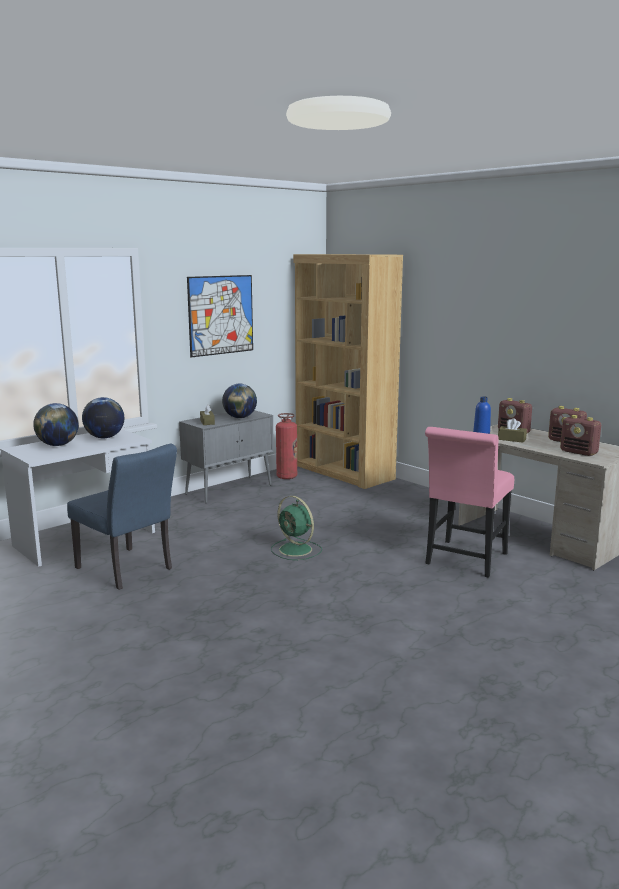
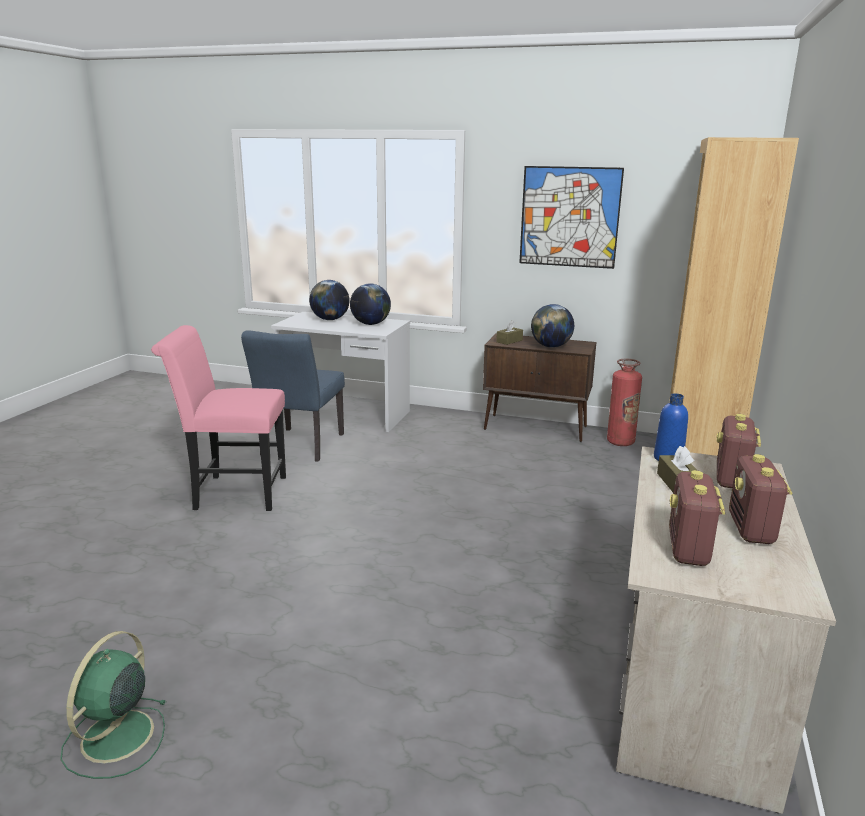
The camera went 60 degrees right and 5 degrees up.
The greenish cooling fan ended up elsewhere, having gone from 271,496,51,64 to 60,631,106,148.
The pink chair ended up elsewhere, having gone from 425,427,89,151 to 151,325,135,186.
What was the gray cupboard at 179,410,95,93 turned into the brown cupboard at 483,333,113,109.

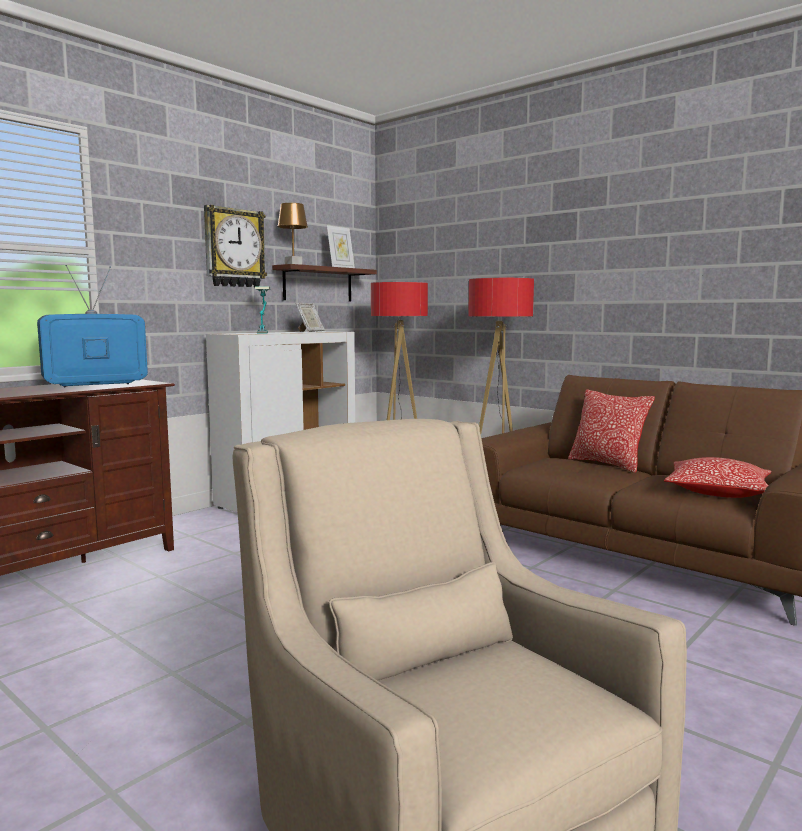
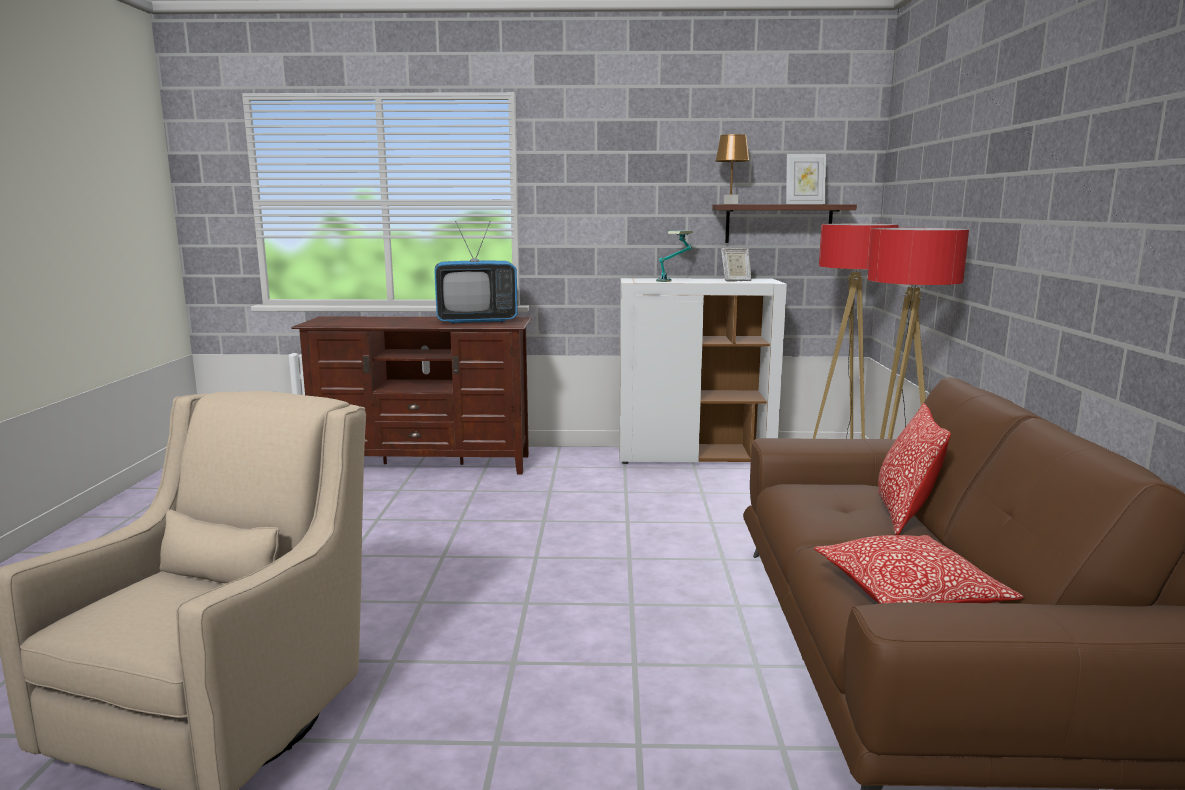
The camera went 50 degrees right and 5 degrees up.
The second view lost the wall clock at 204,205,63,82.
The TV at 37,265,111,122 ended up facing another way, 150 degrees clockwise from before.

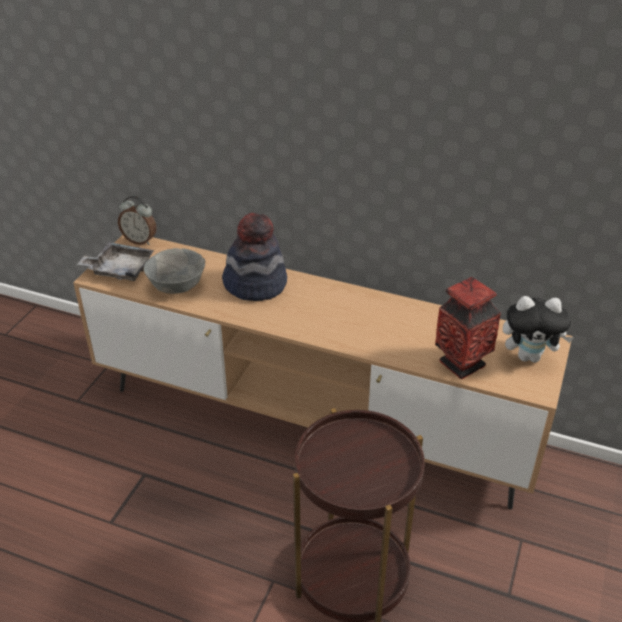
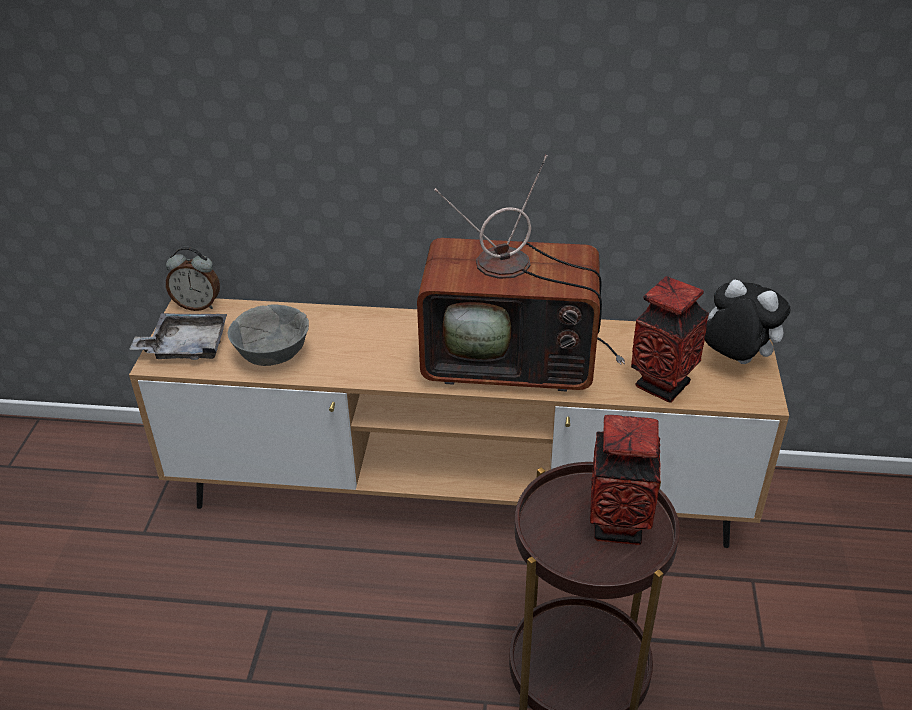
The camera went 15 degrees left and 0 degrees up.
The second view lost the hat at 222,213,65,88.
The second view gained the TV at 417,155,208,236.
The second view gained the decorative vase at 590,415,71,130.
The cuddly toy at 503,296,71,67 ended up facing another way, 135 degrees counterclockwise from before.

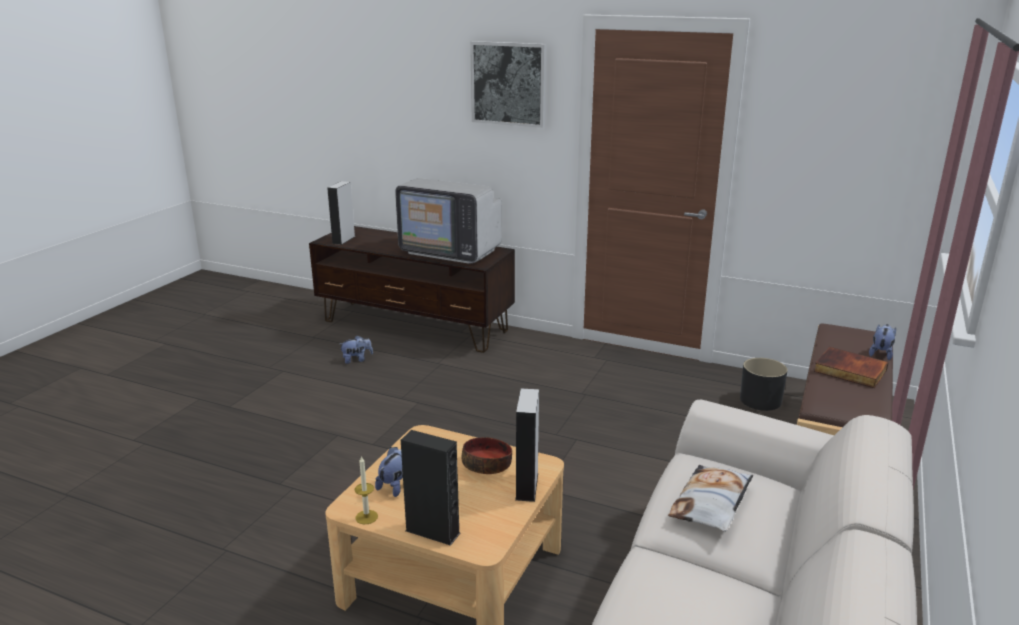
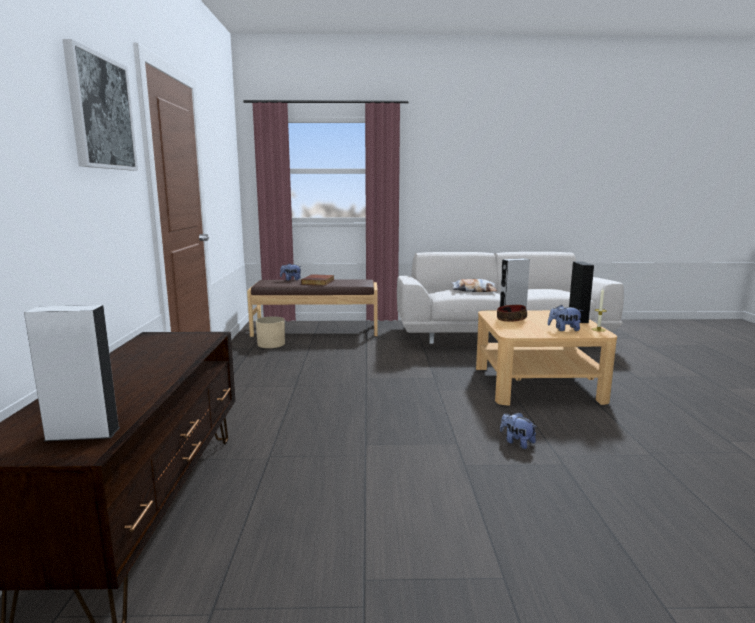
The camera went 115 degrees left and 10 degrees down.
The second view lost the TV at 395,178,107,86.
The cuddly toy ended up elsewhere, having gone from 340,336,33,28 to 500,412,37,37.
What was the black planter at 740,358,48,53 turned into the beige planter at 256,316,29,32.

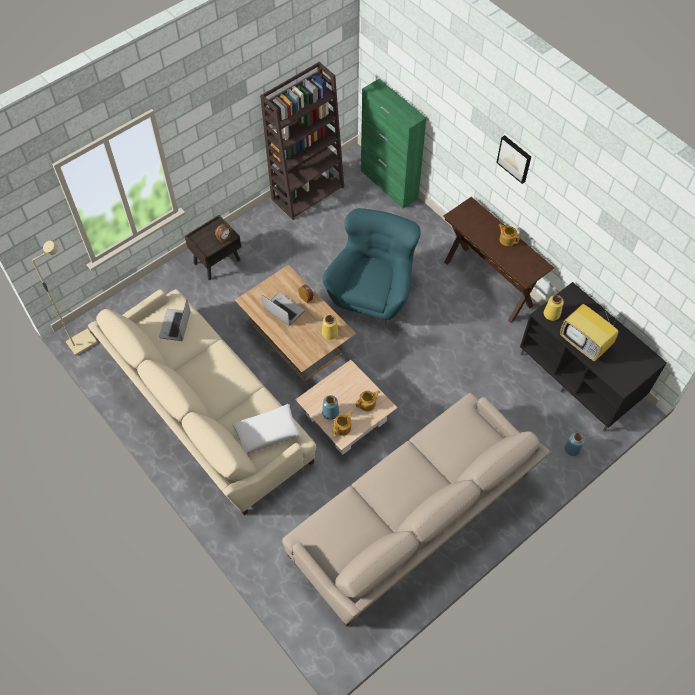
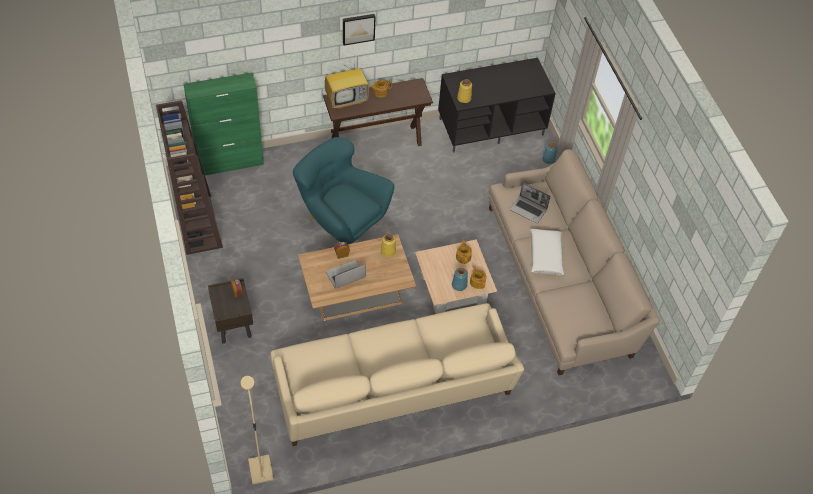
The camera went 70 degrees left and 5 degrees down.
The laptop ended up elsewhere, having gone from 159,300,32,41 to 510,182,41,41.
The whitish cushion ended up elsewhere, having gone from 232,404,69,50 to 530,229,34,46.
The TV ended up elsewhere, having gone from 560,304,60,57 to 325,62,44,47.

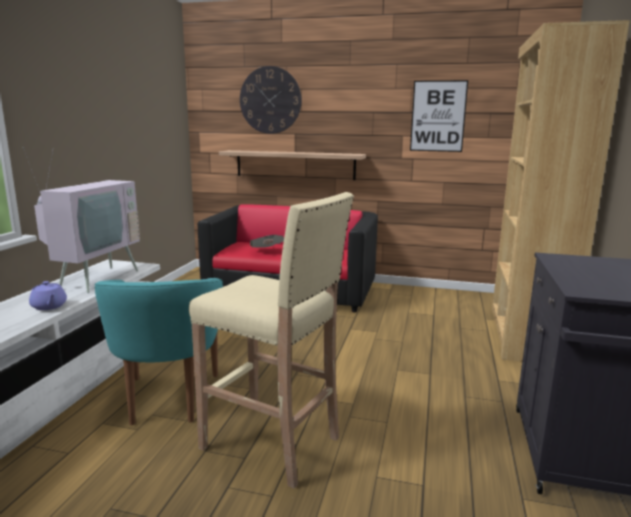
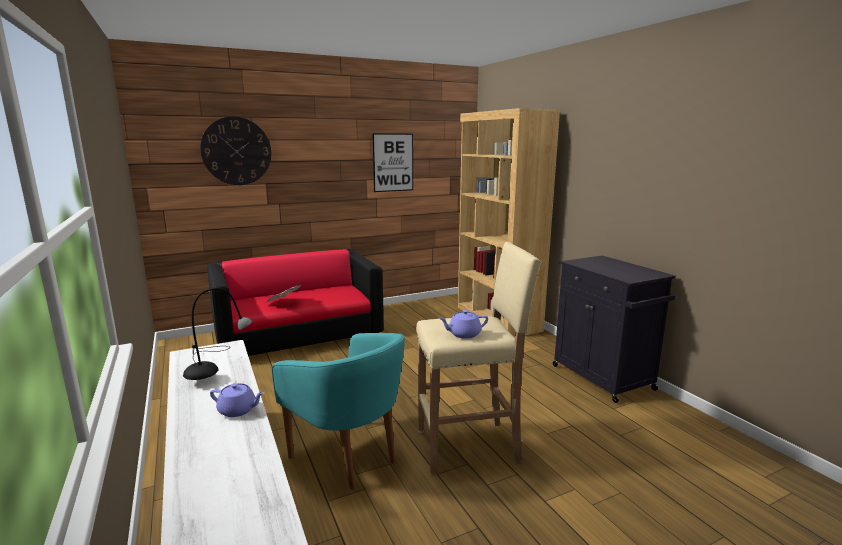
The camera went 40 degrees left and 0 degrees up.
The second view lost the wall shelf at 219,150,147,30.
The second view gained the purple pot for tea at 439,310,49,29.
Where the TV stood at 23,147,117,146, the black tabletop lamp came to stand at 183,288,69,92.

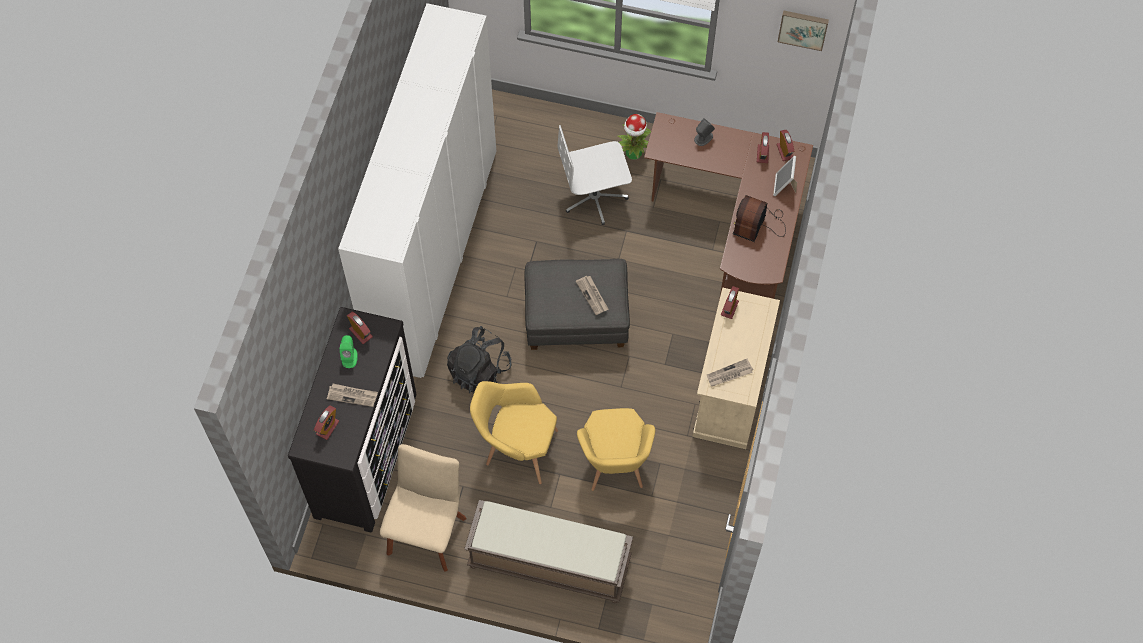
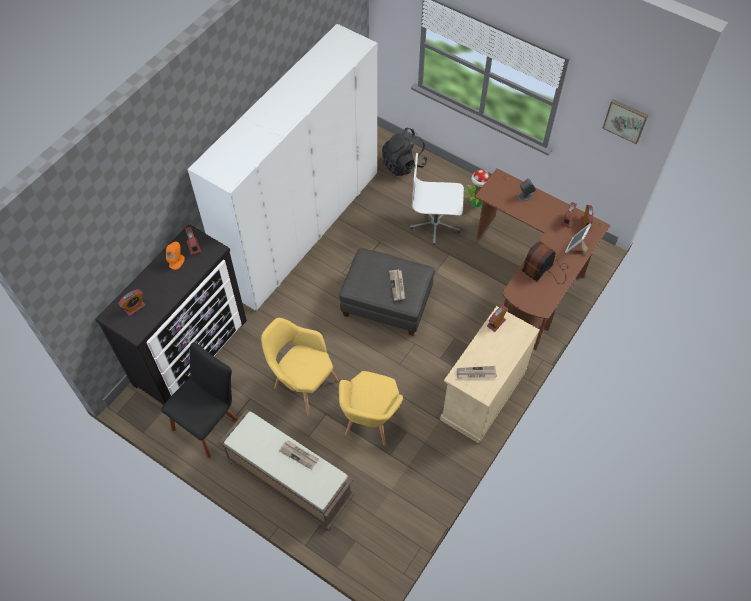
The camera went 20 degrees right and 5 degrees down.
The daily paper ended up elsewhere, having gone from 327,384,51,23 to 279,440,40,30.
The black backpack ended up elsewhere, having gone from 447,326,65,67 to 382,128,45,48.
What was the greenish speaker at 339,335,19,33 turned into the orange-coloured speaker at 166,242,19,28.
What was the beige chair at 380,444,87,127 turned into the black chair at 161,343,78,115.

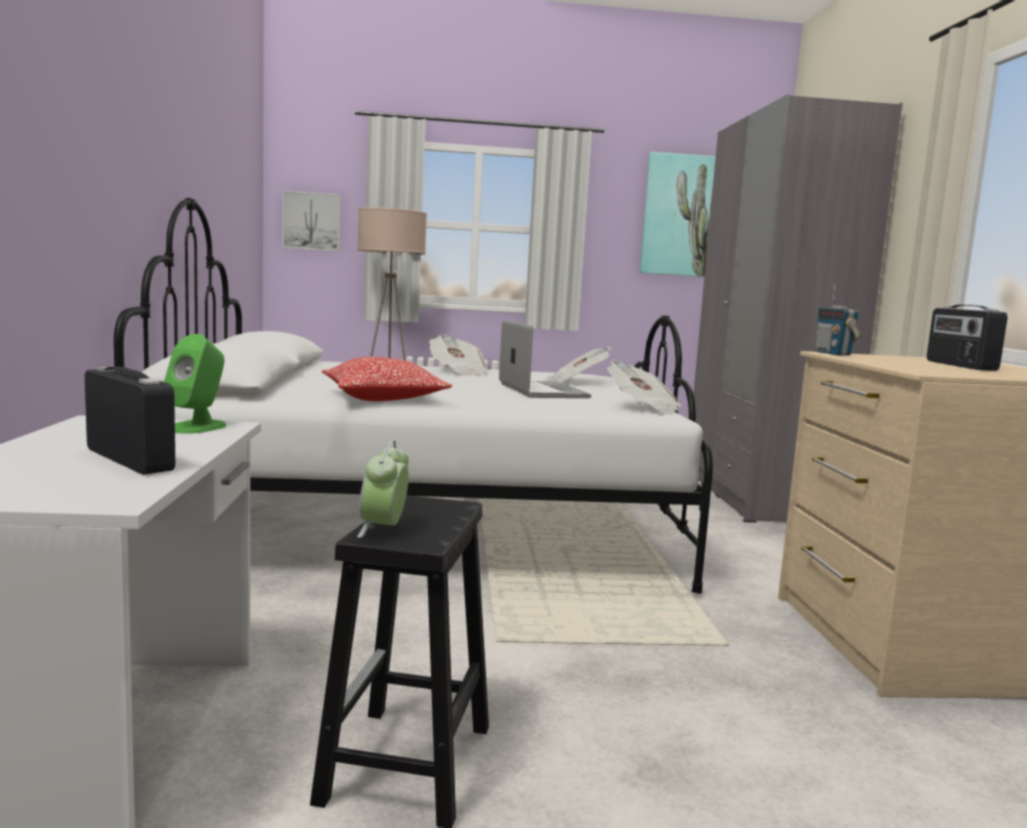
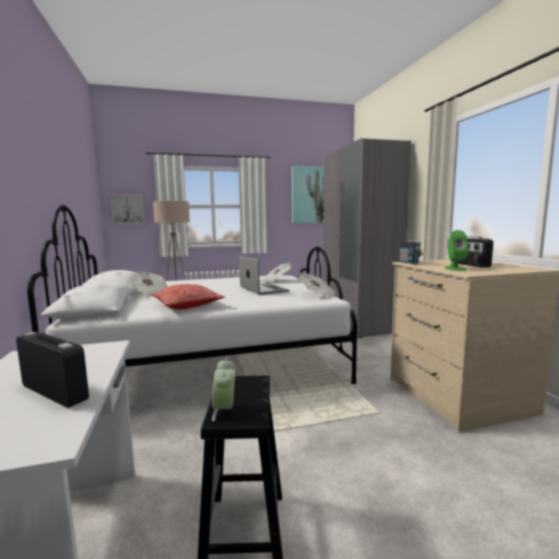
The camera went 10 degrees left and 0 degrees up.
The greenish speaker ended up elsewhere, having gone from 164,334,62,100 to 445,230,24,41.
The daily paper ended up elsewhere, having gone from 429,335,59,41 to 131,271,37,26.

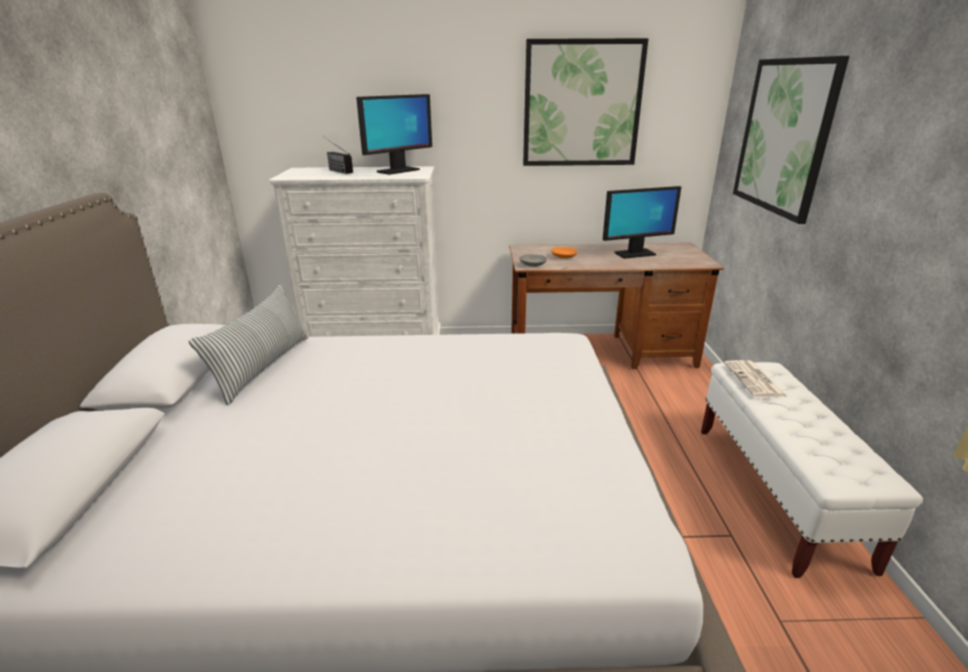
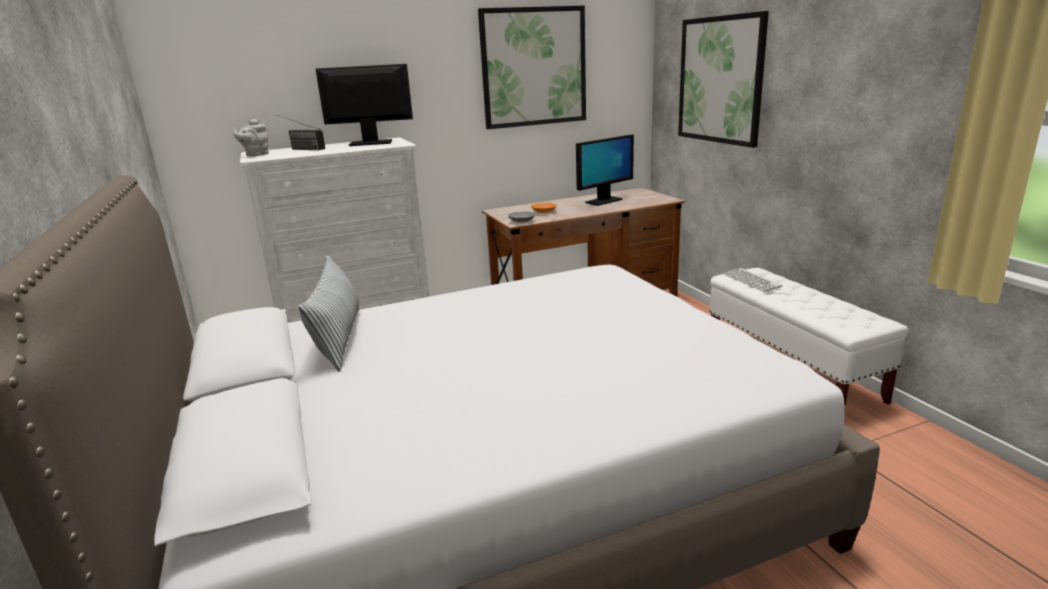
The camera went 20 degrees left and 5 degrees down.
The second view gained the gray pot for tea at 233,119,36,37.
Where the daily paper stood at 724,360,63,38, the PC keyboard came to stand at 724,268,58,24.
The computer display at 356,94,76,81 ended up facing another way, 120 degrees counterclockwise from before.

